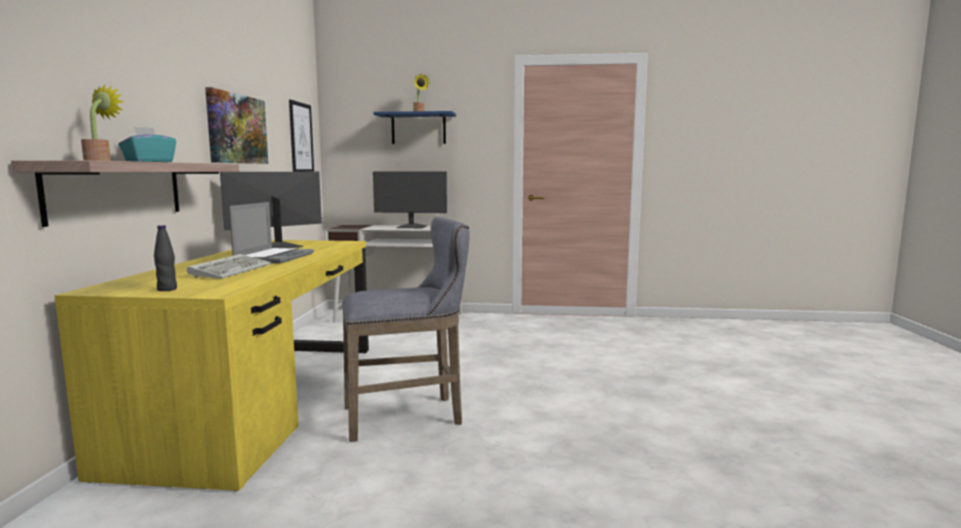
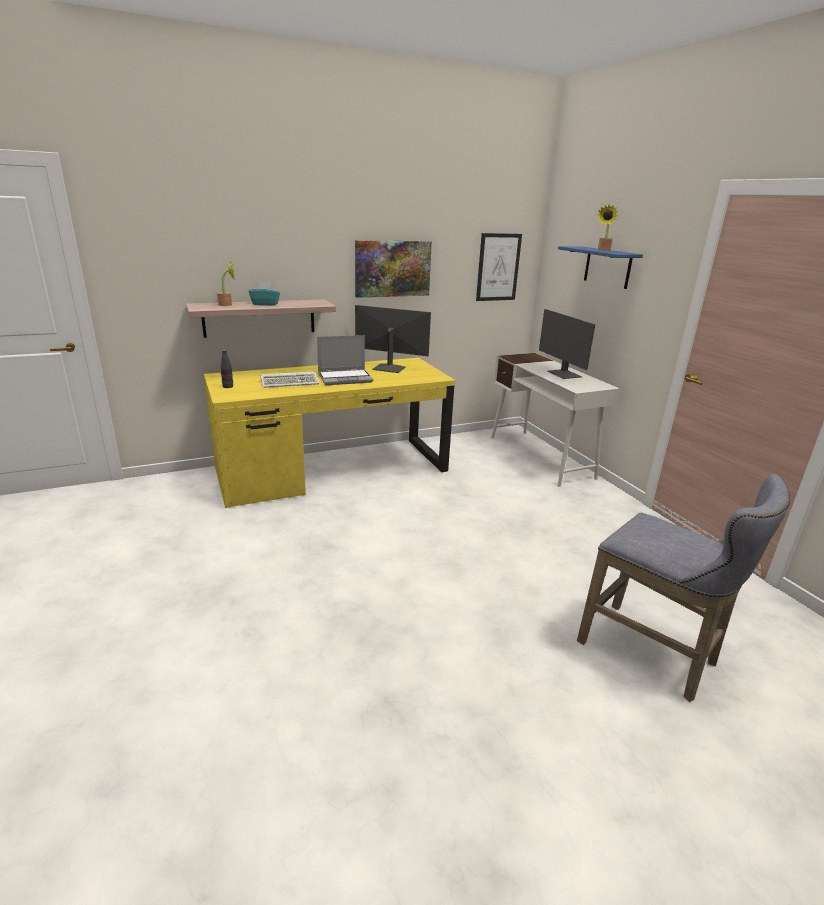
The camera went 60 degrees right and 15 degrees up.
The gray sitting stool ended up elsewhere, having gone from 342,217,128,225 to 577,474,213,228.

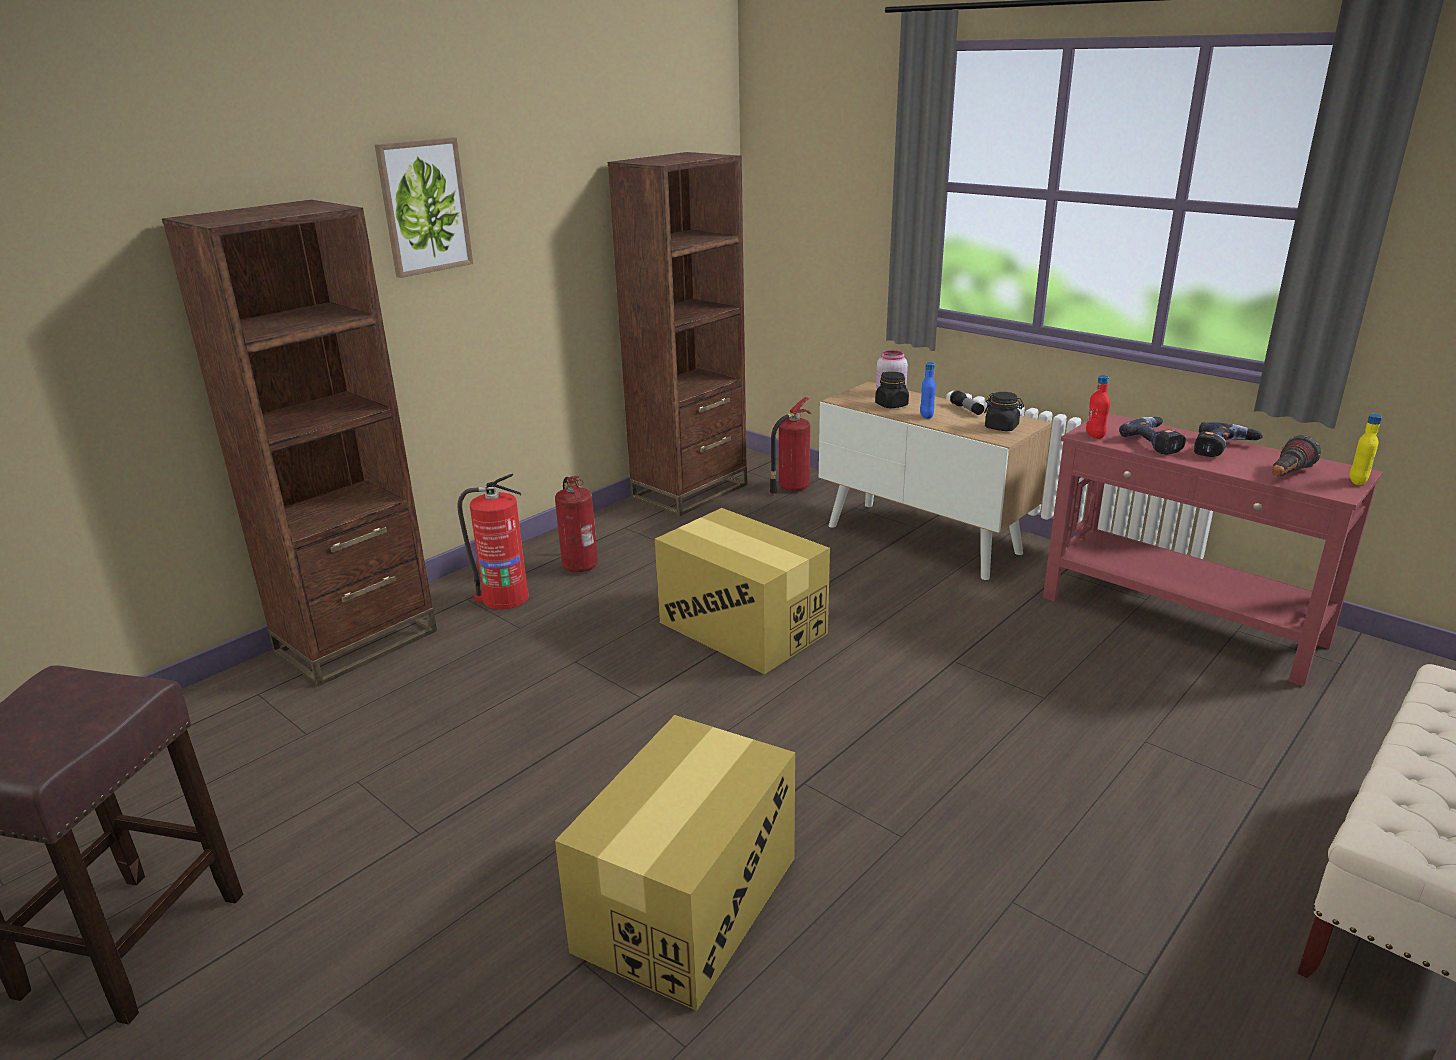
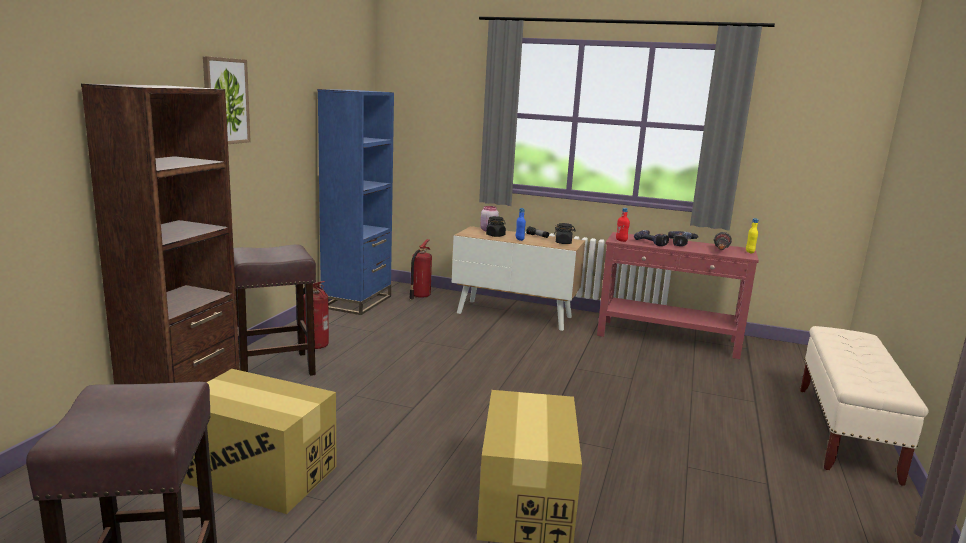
The camera went 25 degrees left and 10 degrees down.
The cardboard box ended up elsewhere, having gone from 655,508,175,166 to 183,369,154,145.
Where the fire-fighting cylinder stood at 457,473,72,137, the brown sitting stool came to stand at 233,245,83,131.
What was the brown shelving unit at 608,152,139,364 turned into the blue shelving unit at 318,89,76,226.

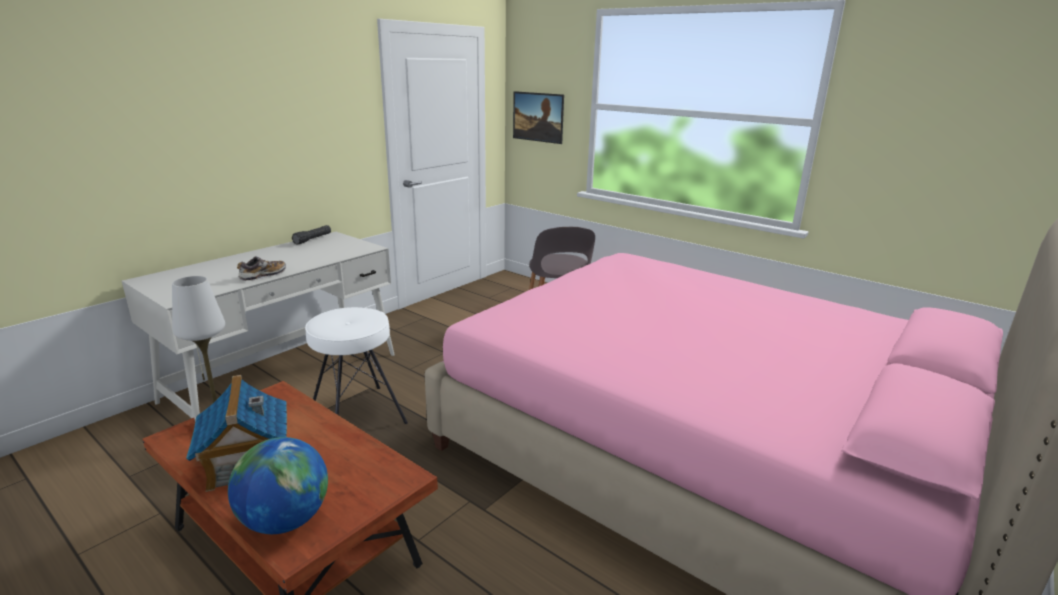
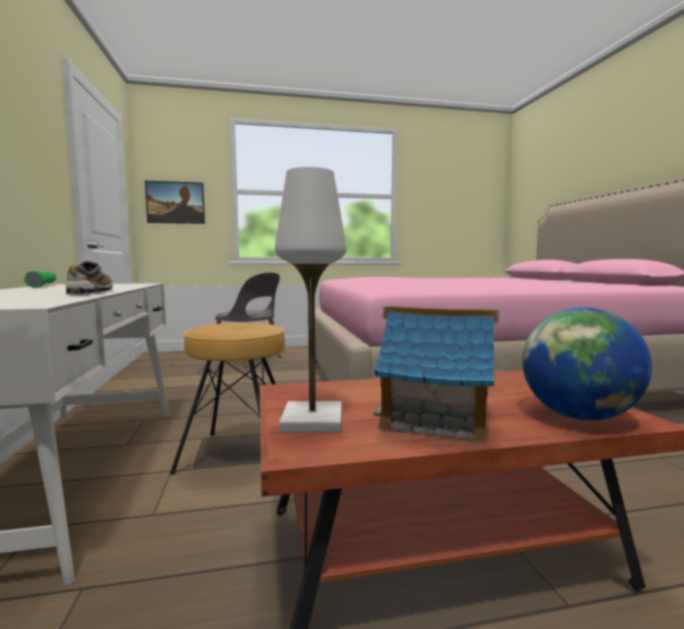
The camera went 50 degrees left and 15 degrees down.
What was the black hand torch at 292,225,39,19 turned into the greenish hand torch at 24,271,32,16.
What was the whitish sitting stool at 305,307,103,117 turned into the brown sitting stool at 170,322,115,153.

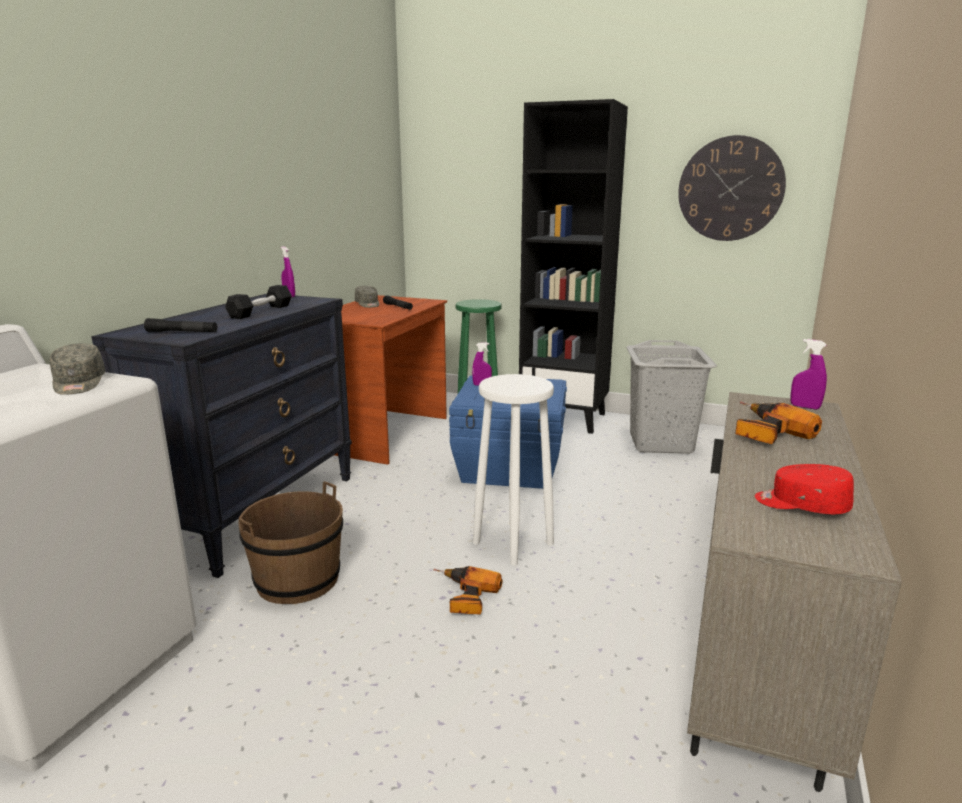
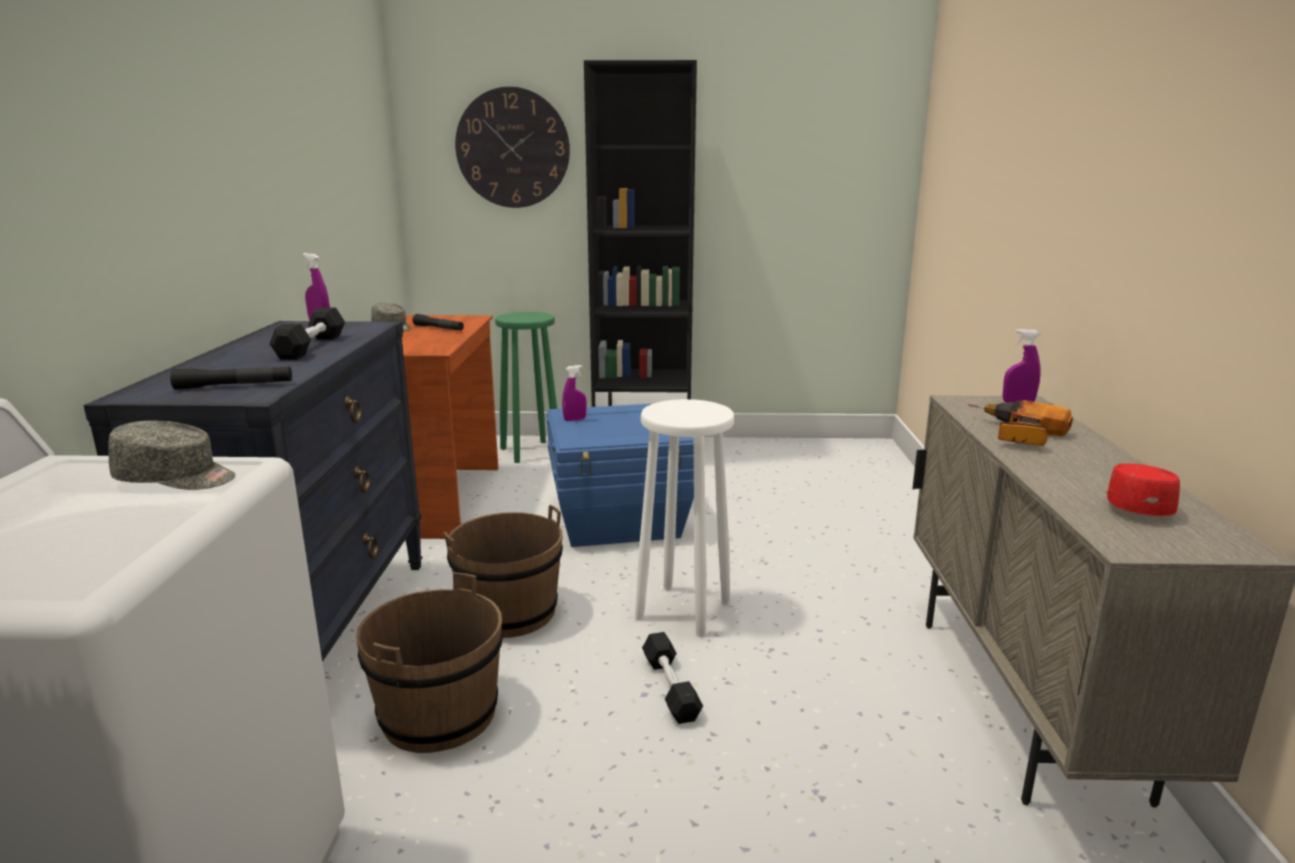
The camera went 20 degrees left and 0 degrees up.
The second view lost the gray washing basket at 626,340,91,114.
The second view gained the brown pail at 444,504,119,134.
The wall clock ended up elsewhere, having gone from 678,135,108,106 to 455,87,115,121.
Where the drill stood at 433,566,69,48, the black hand weight came to stand at 642,632,61,92.
The gray baseball cap at 50,343,55,52 ended up facing another way, 45 degrees counterclockwise from before.
The red baseball cap at 755,464,99,50 ended up facing another way, 105 degrees clockwise from before.

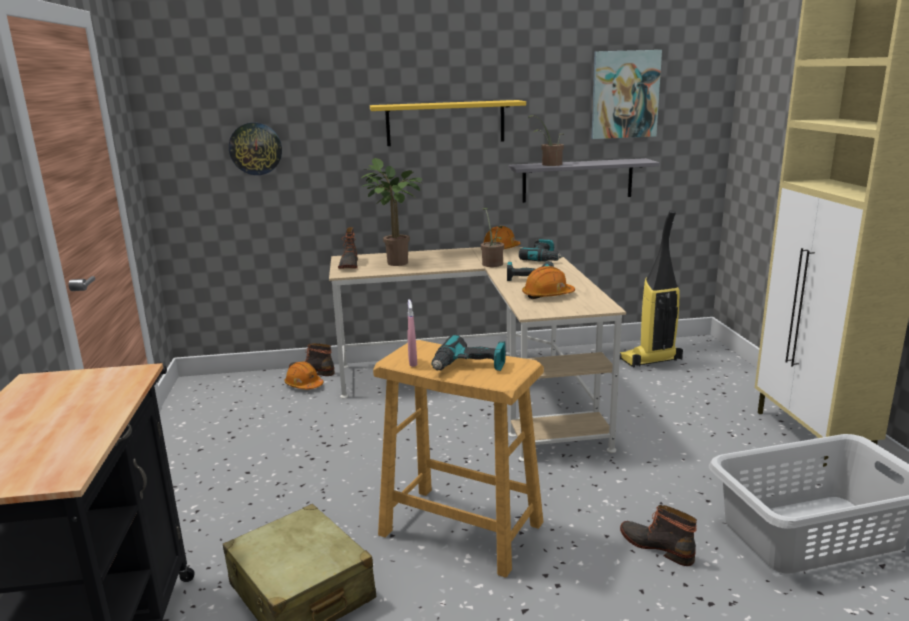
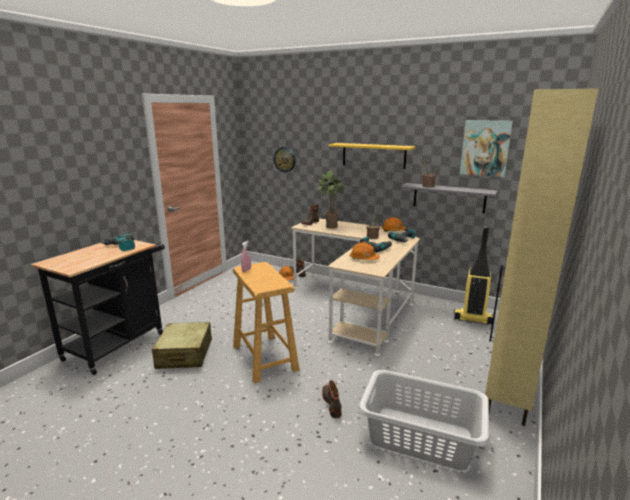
The camera went 35 degrees right and 0 degrees up.
The drill ended up elsewhere, having gone from 431,335,75,36 to 101,234,34,17.

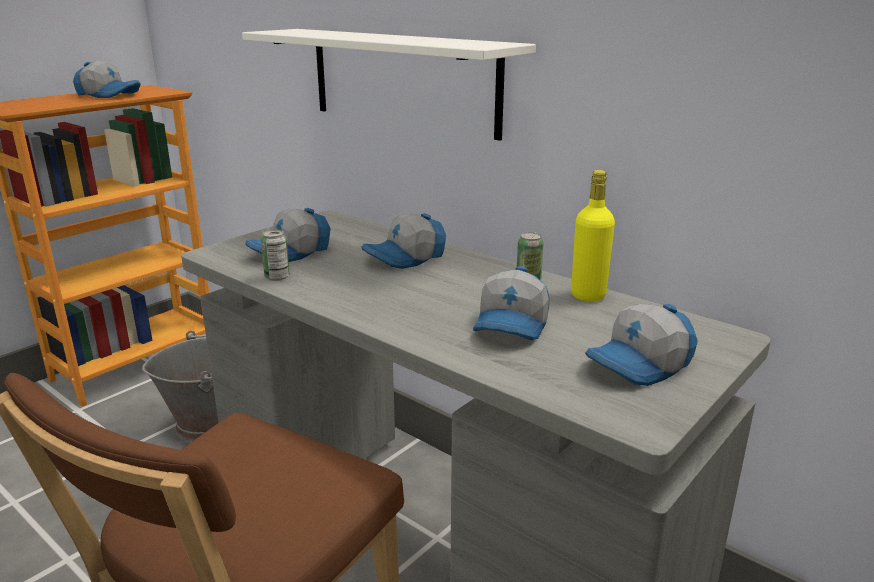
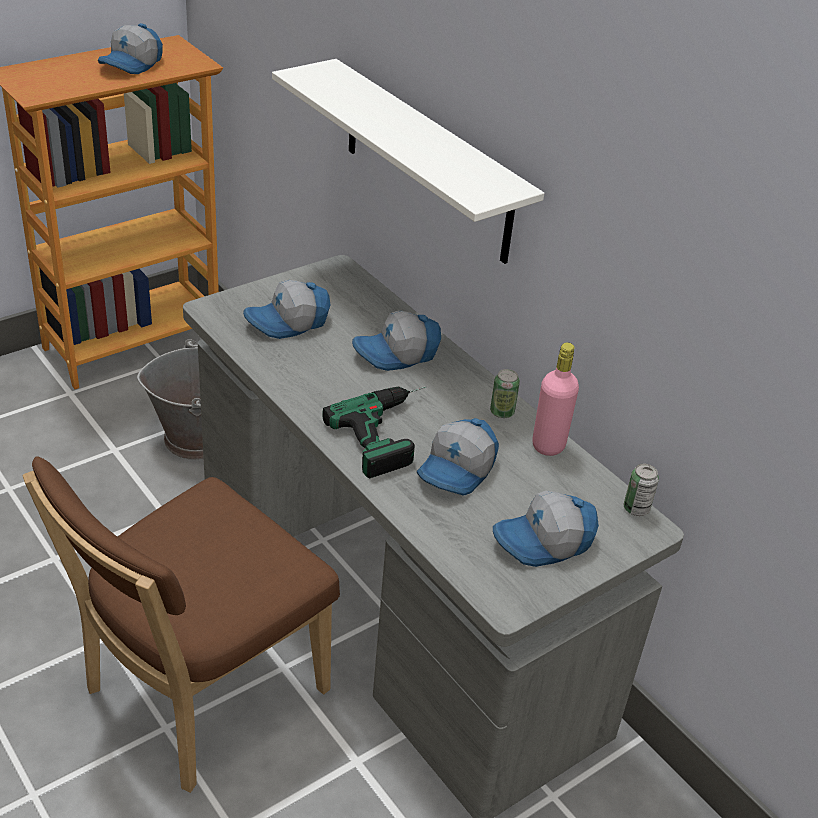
The camera went 10 degrees right and 15 degrees up.
The second view gained the drill at 322,387,104,92.
The sealed can ended up elsewhere, having gone from 261,230,29,51 to 624,464,35,52.
What was the yellowish beverage bottle at 571,170,44,132 turned into the pink beverage bottle at 532,343,47,113.
The baseball cap at 73,61,68,37 ended up facing another way, 90 degrees clockwise from before.

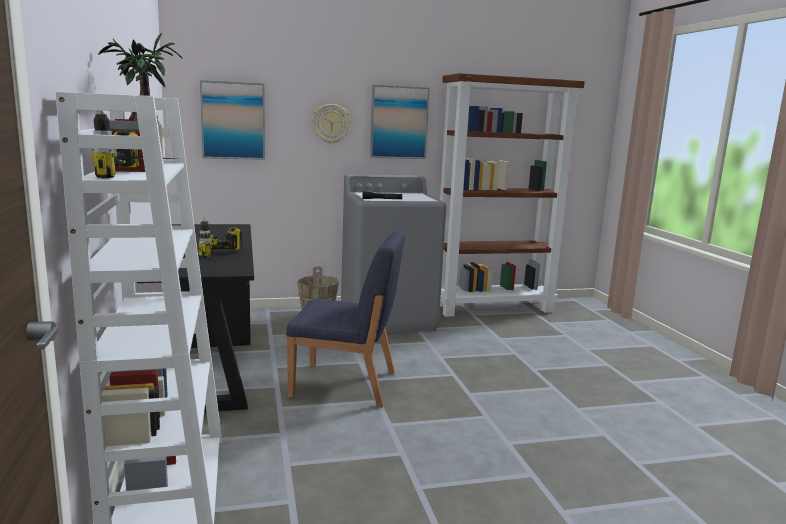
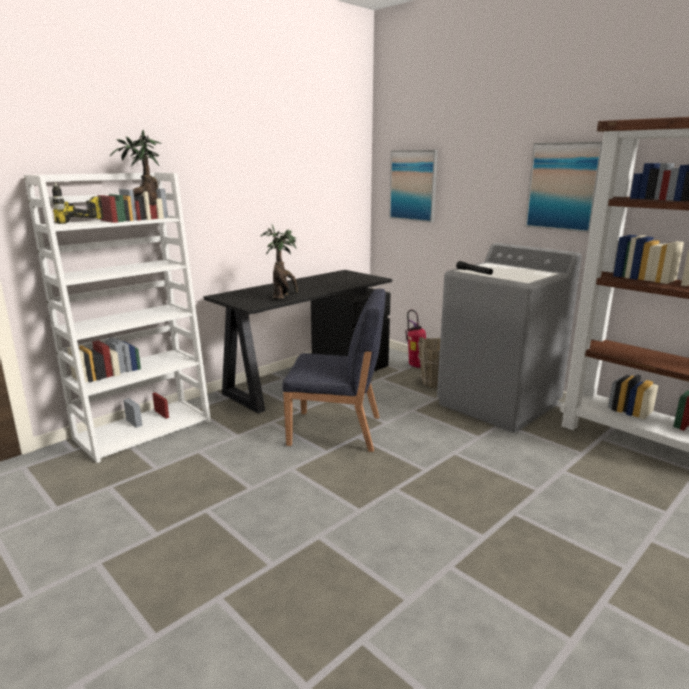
The camera went 60 degrees right and 5 degrees up.
The second view lost the wall clock at 312,104,39,40.
The second view gained the fire-fighting cylinder at 405,310,21,58.
Where the drill stood at 199,217,43,40, the houseplant came to stand at 261,225,37,74.
The blue chair at 286,231,119,177 ended up facing another way, 60 degrees counterclockwise from before.

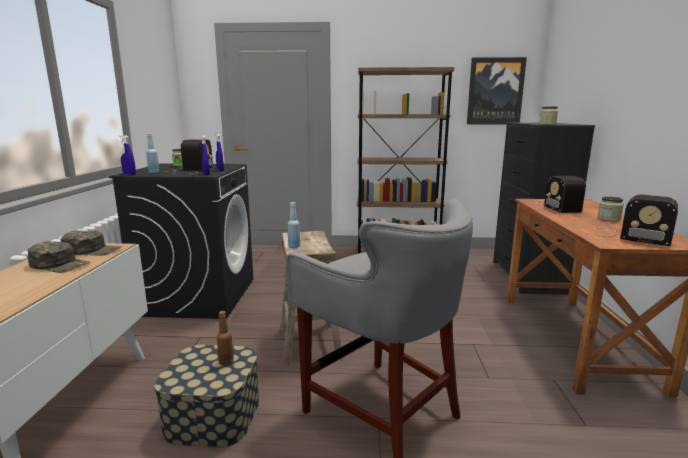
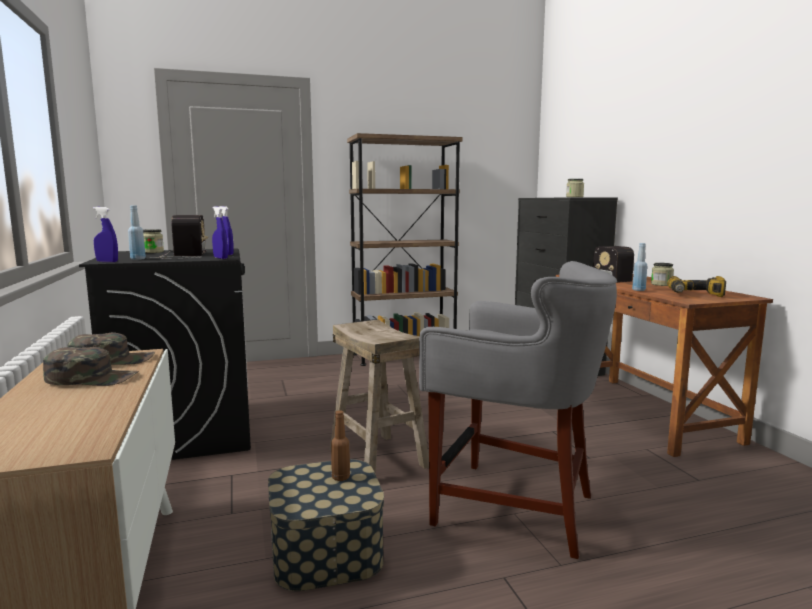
The camera went 20 degrees left and 5 degrees down.
The second view lost the wall picture at 467,57,60,67.
The blue beverage bottle ended up elsewhere, having gone from 288,202,12,46 to 632,243,15,48.
Where the radio set stood at 593,195,85,51, the drill came to stand at 667,276,59,21.

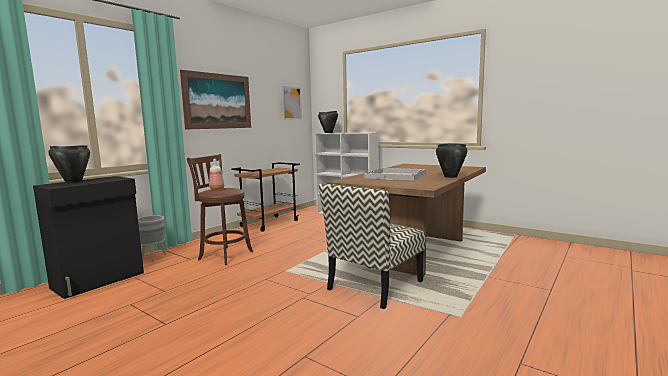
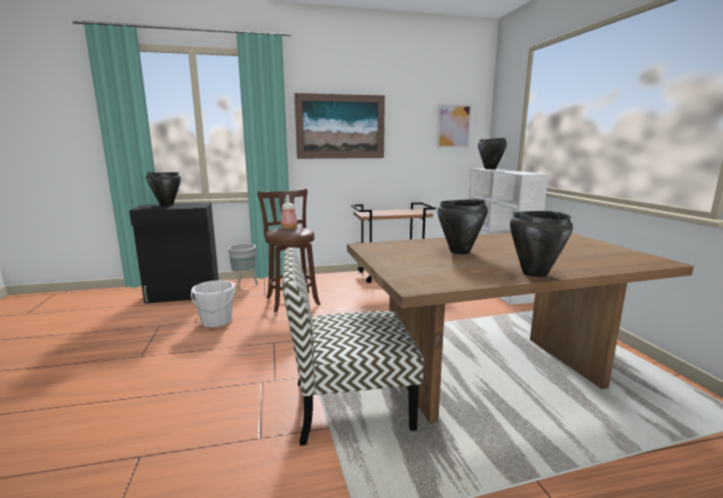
The camera went 40 degrees right and 5 degrees up.
The second view gained the whitish pail at 191,280,45,48.
Where the whitish tray stood at 364,168,62,13, the black saucepot came to stand at 437,199,51,56.

